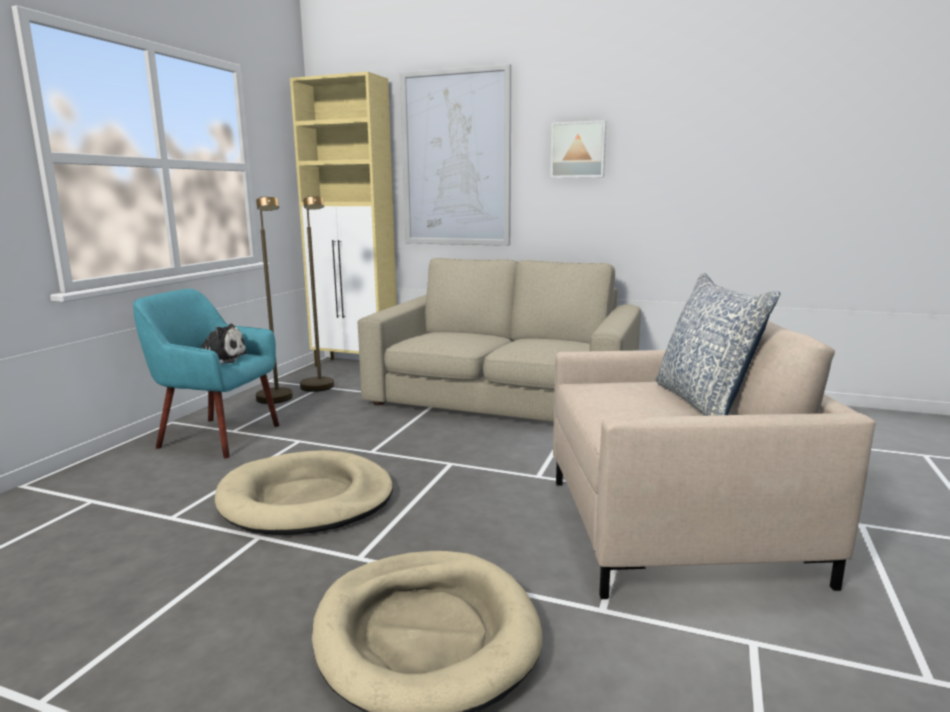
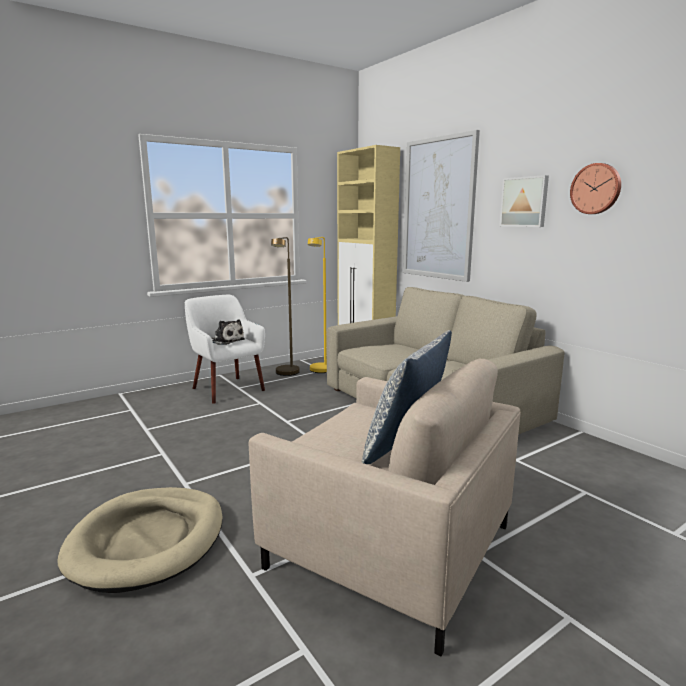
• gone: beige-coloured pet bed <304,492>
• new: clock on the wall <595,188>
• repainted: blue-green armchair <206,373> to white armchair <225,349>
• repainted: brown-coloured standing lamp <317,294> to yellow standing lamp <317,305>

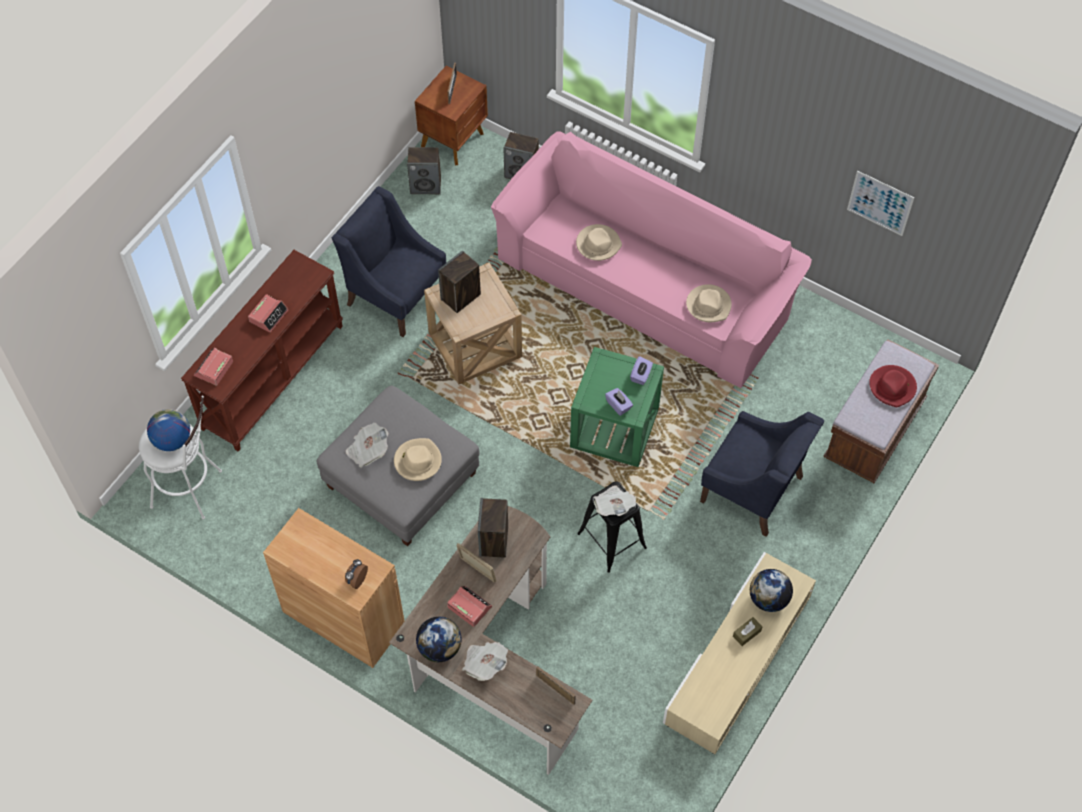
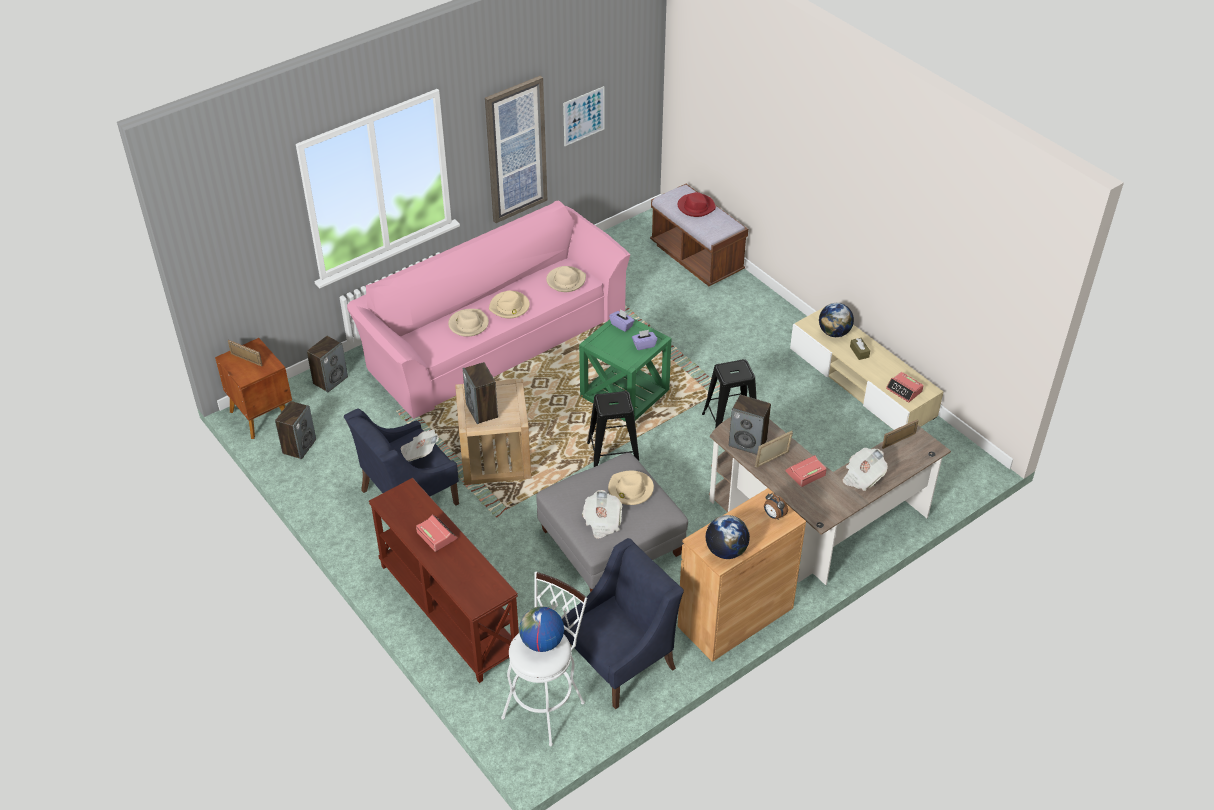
• new: wall picture <516,149>
• new: beige-coloured hat <509,305>
• new: black stool seat <613,429>
• shifted: table clock <213,366> to <905,387>
• shifted: world globe <439,639> to <728,537>
• shifted: newspaper <614,500> to <419,446>
• shifted: blue-coloured armchair <762,474> to <623,623>

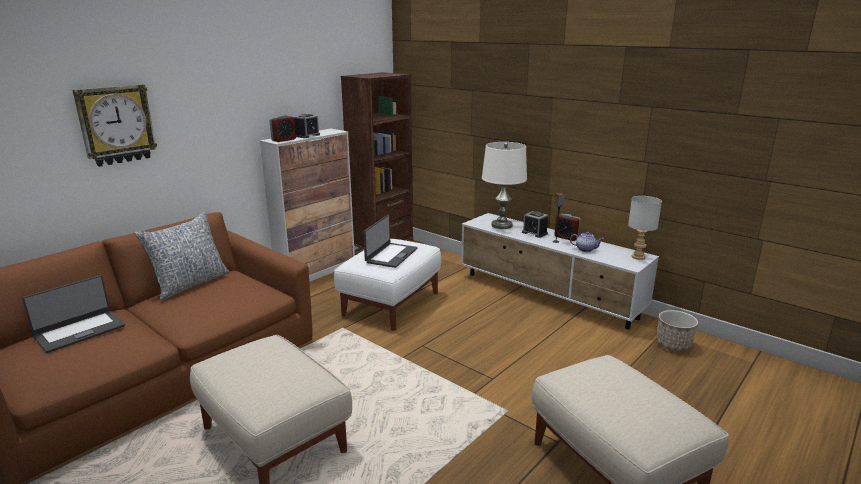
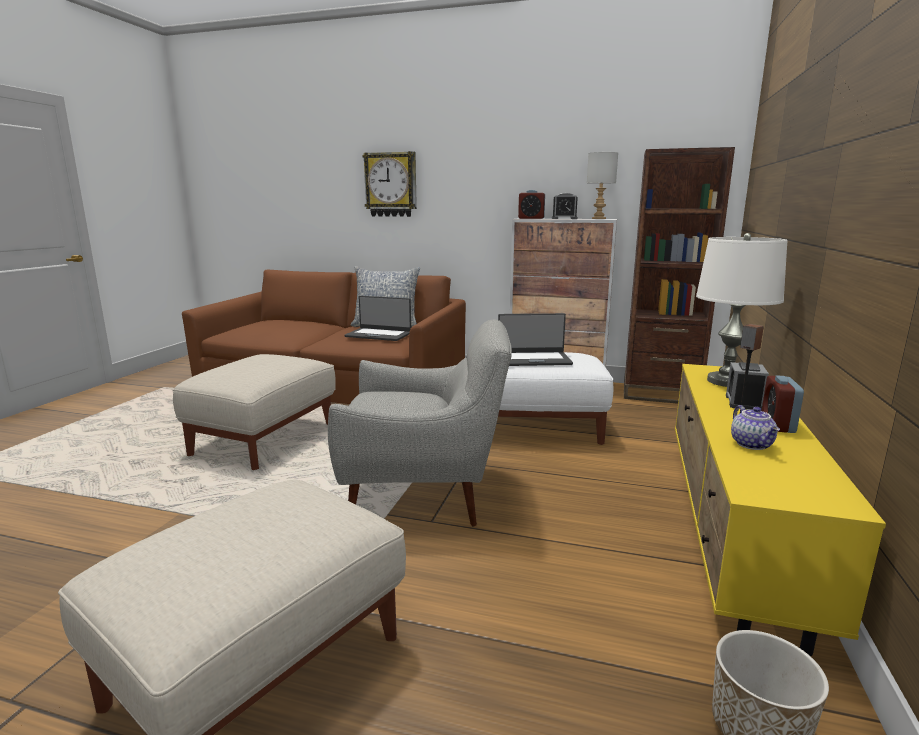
• new: grey armchair <420,423>
• shifted: laptop <73,314> to <377,318>
• shifted: grey tabletop lamp <645,228> to <602,185>
• repainted: white media console <560,271> to yellow media console <780,510>

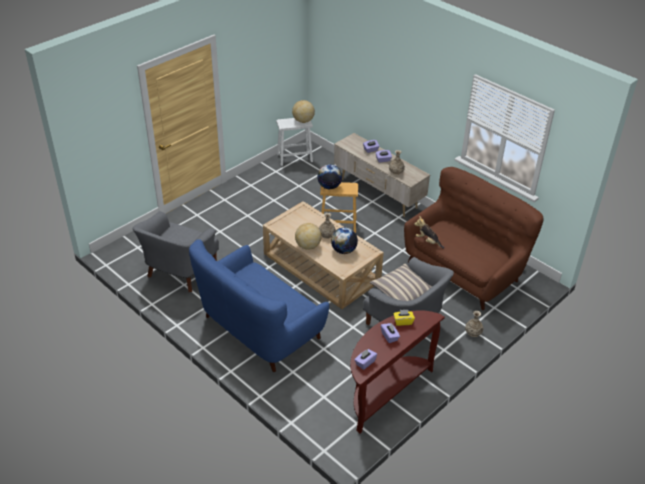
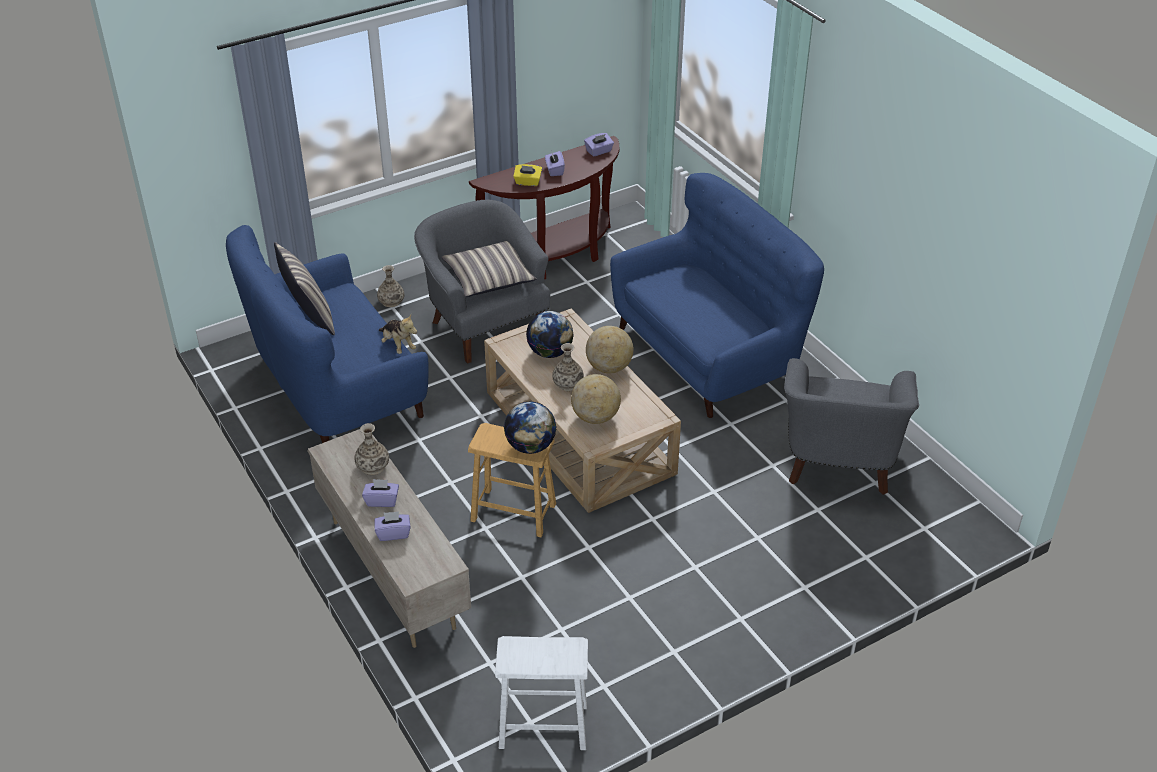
• new: cushion <304,288>
• shifted: world globe <303,111> to <596,399>
• repainted: brown-coloured couch <474,238> to blue-coloured couch <327,334>
• rotated: grey armchair <175,251> = <851,426> 150 degrees clockwise

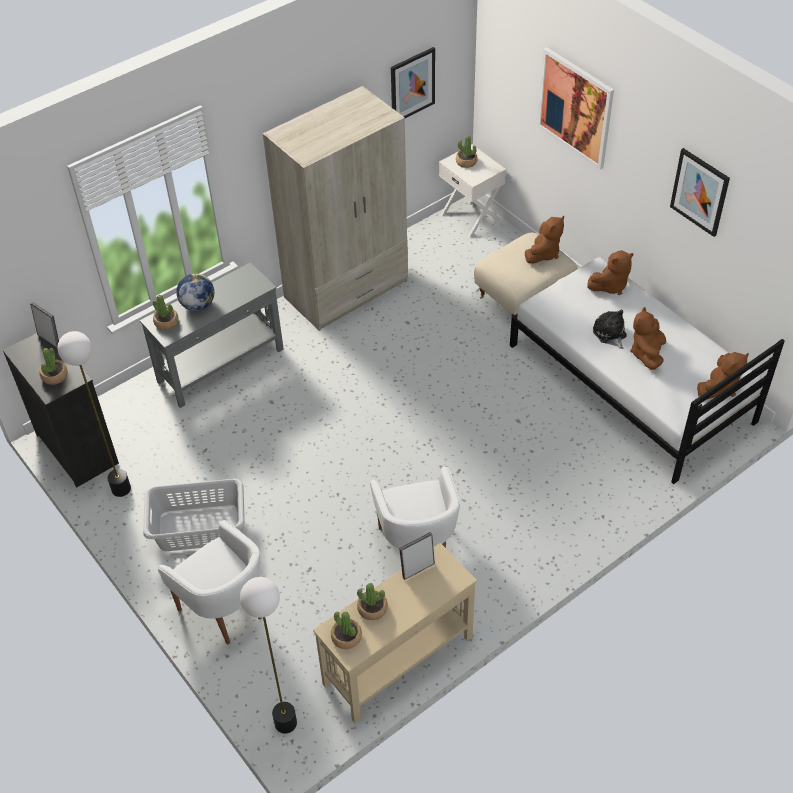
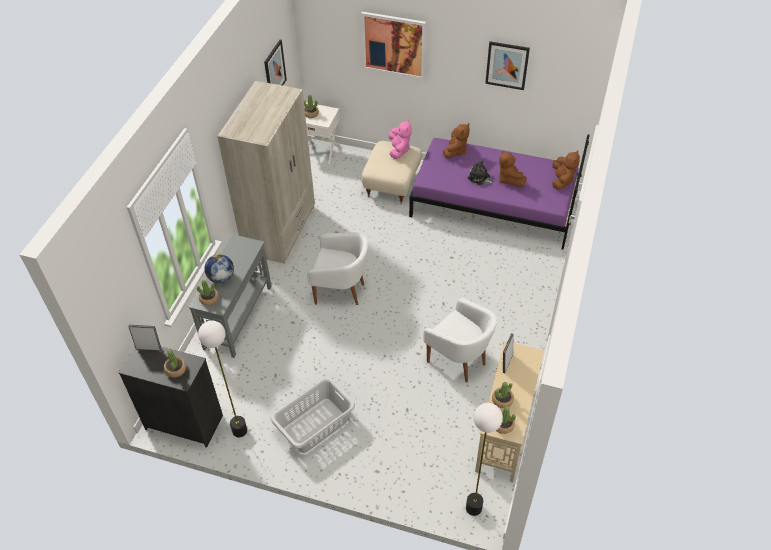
• shifted: white armchair <210,582> to <337,269>
• repainted: white sleeping bed <647,370> to purplish sleeping bed <499,192>
• repainted: brown-coloured soft toy <544,239> to pinkish soft toy <400,139>

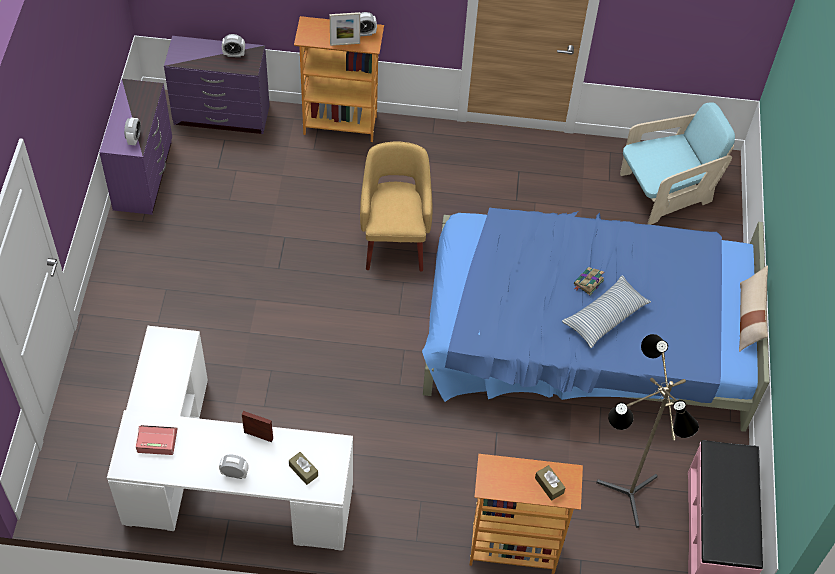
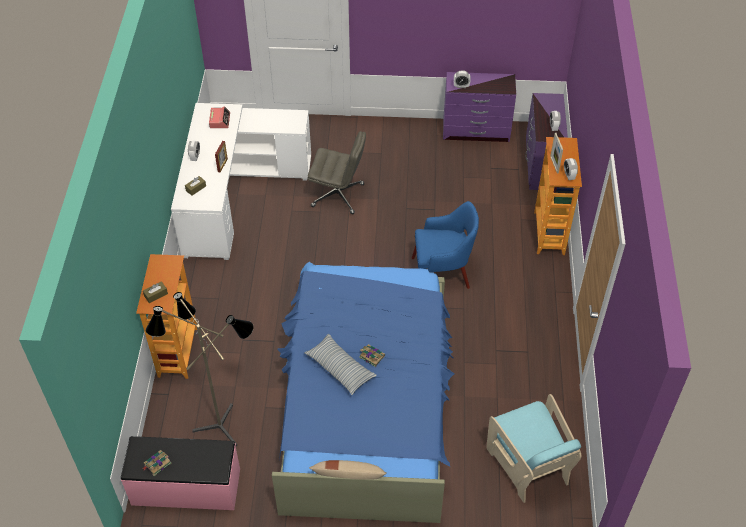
• new: book <156,463>
• new: grey computer chair <337,172>
• repainted: yellow armchair <396,206> to blue-coloured armchair <445,245>

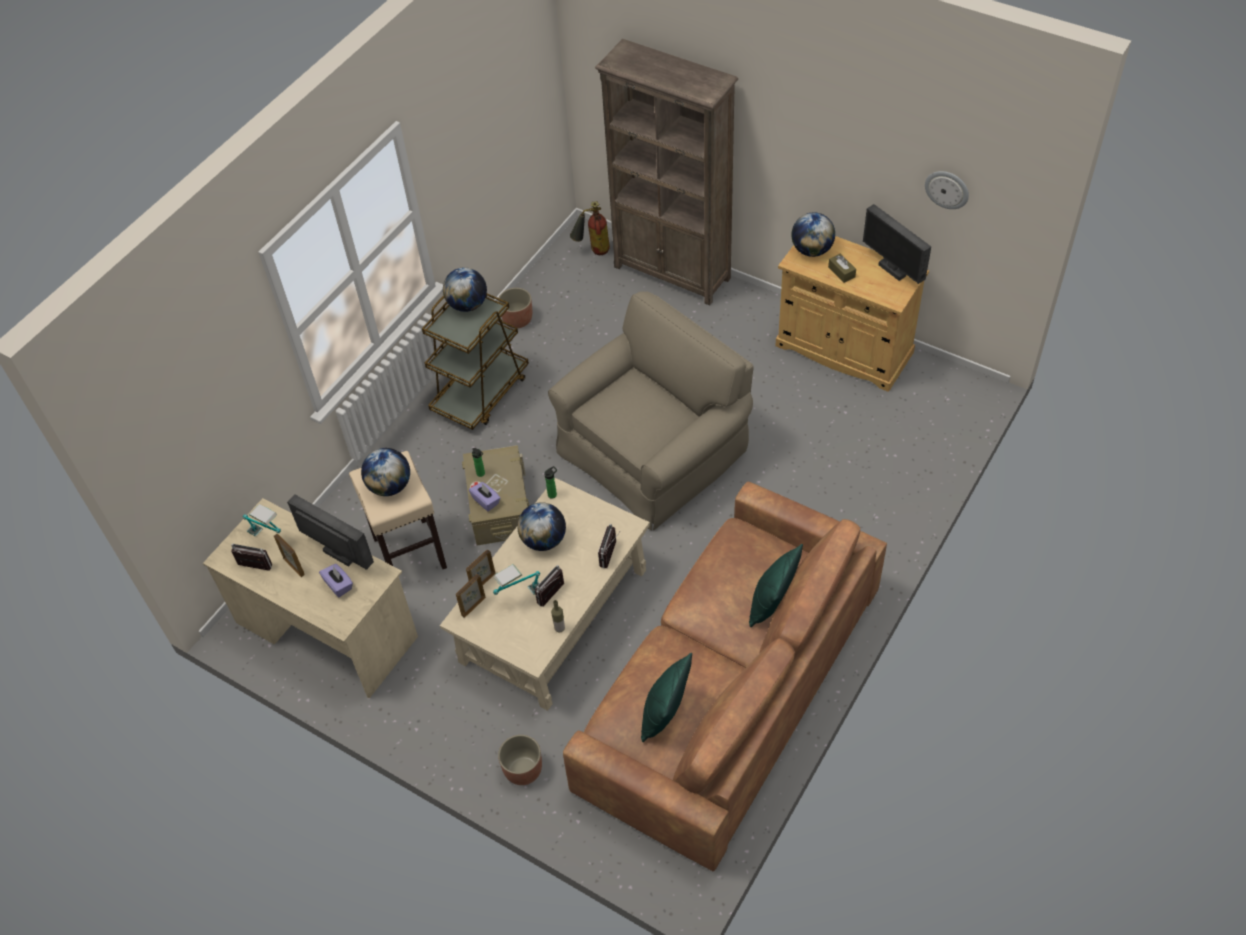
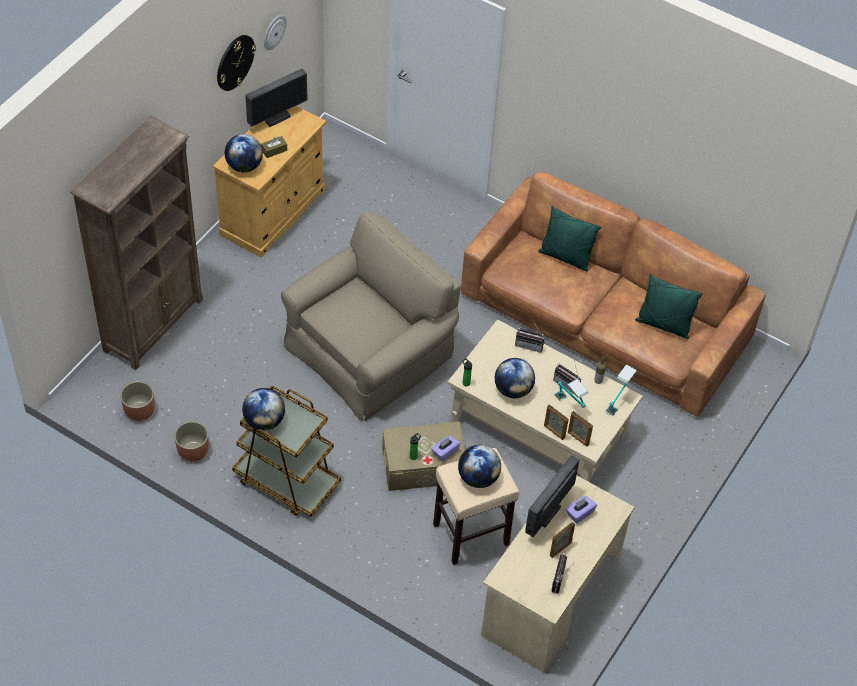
• gone: extinguisher <590,228>
• new: clock on the wall <236,63>
• shifted: tabletop lamp <262,520> to <621,390>
• shifted: plant pot <520,760> to <137,401>
• rotated: beige-coloured armchair <651,411> = <371,316> 90 degrees clockwise

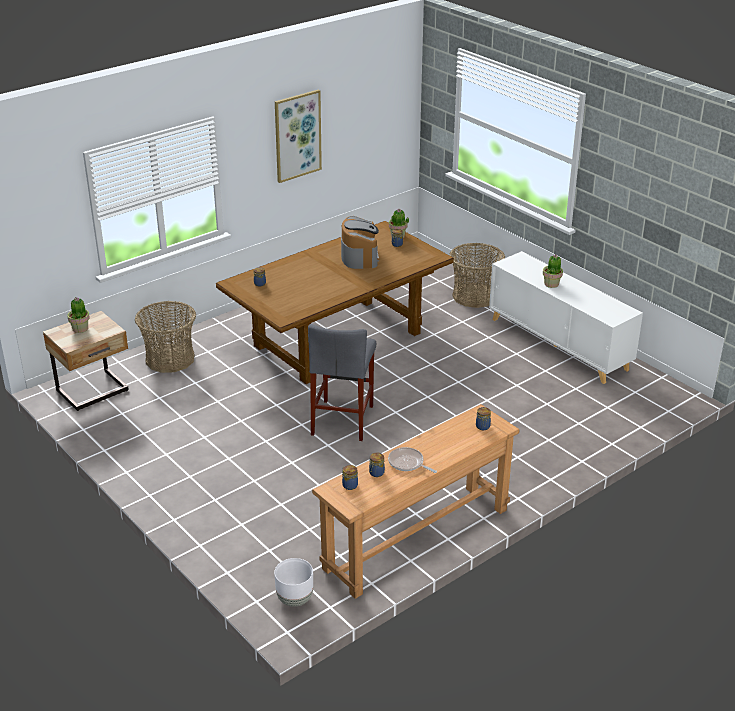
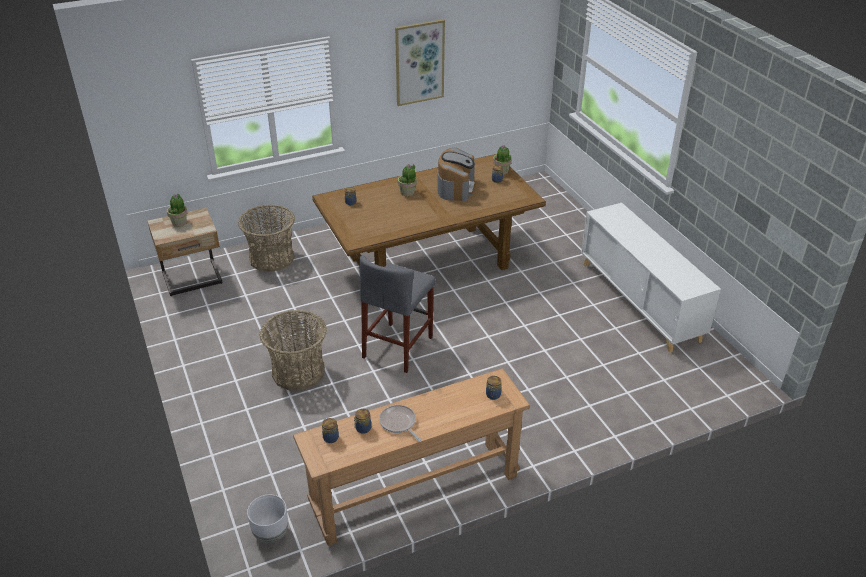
• shifted: basket <477,275> to <293,350>
• shifted: plant in a pot <553,271> to <407,180>

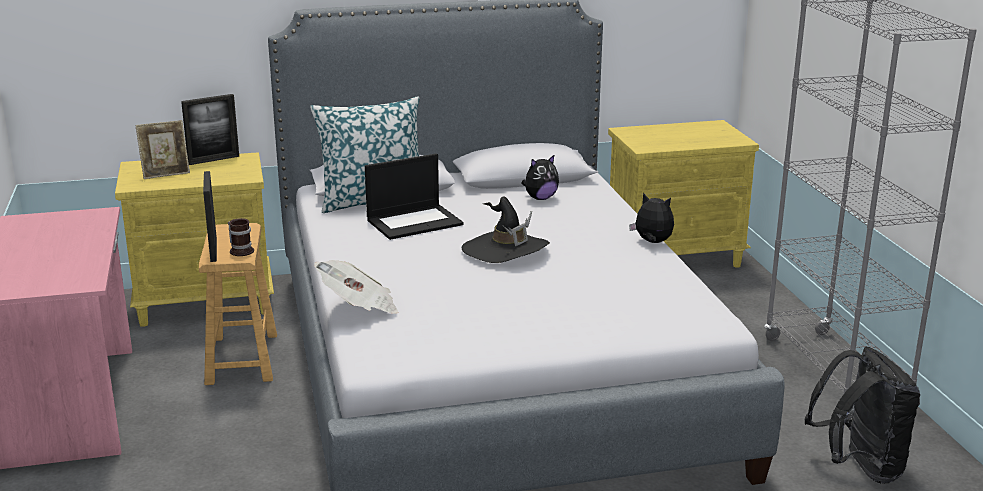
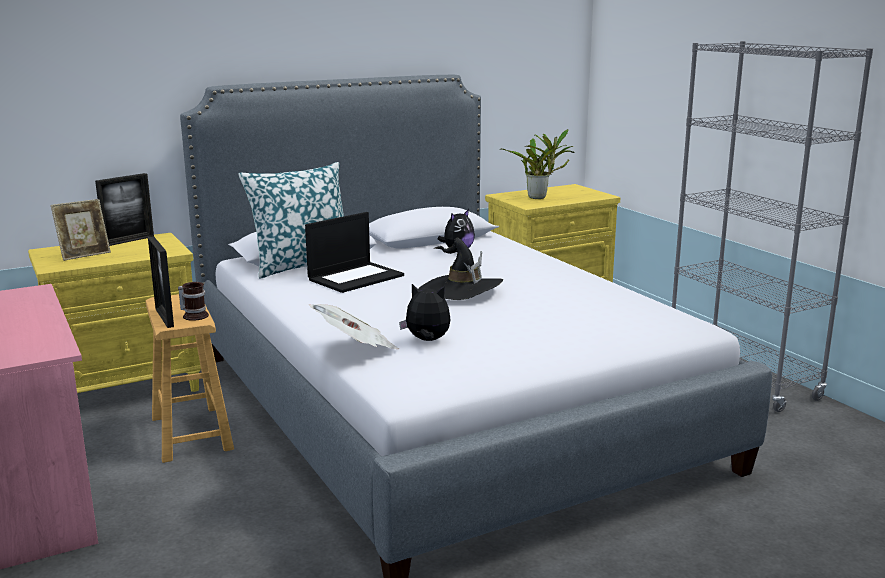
• gone: black knapsack <862,415>
• new: plant in a pot <538,164>
• shifted: soft toy <651,218> to <424,312>

